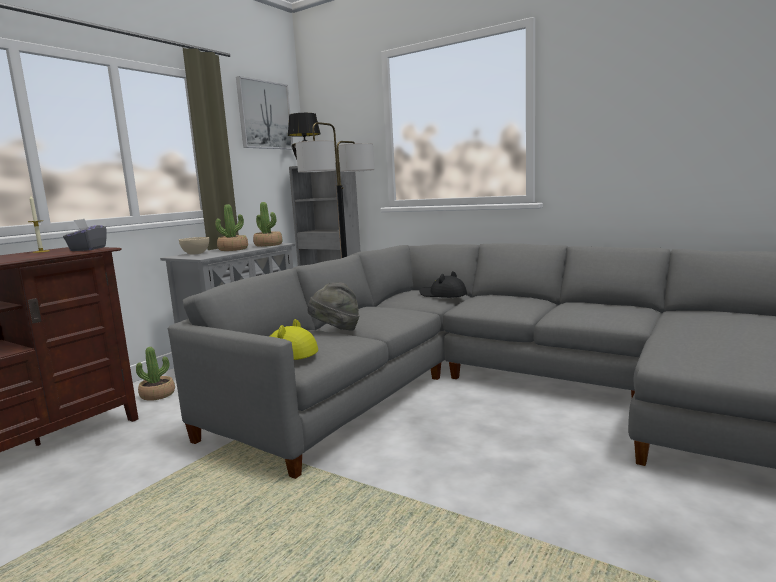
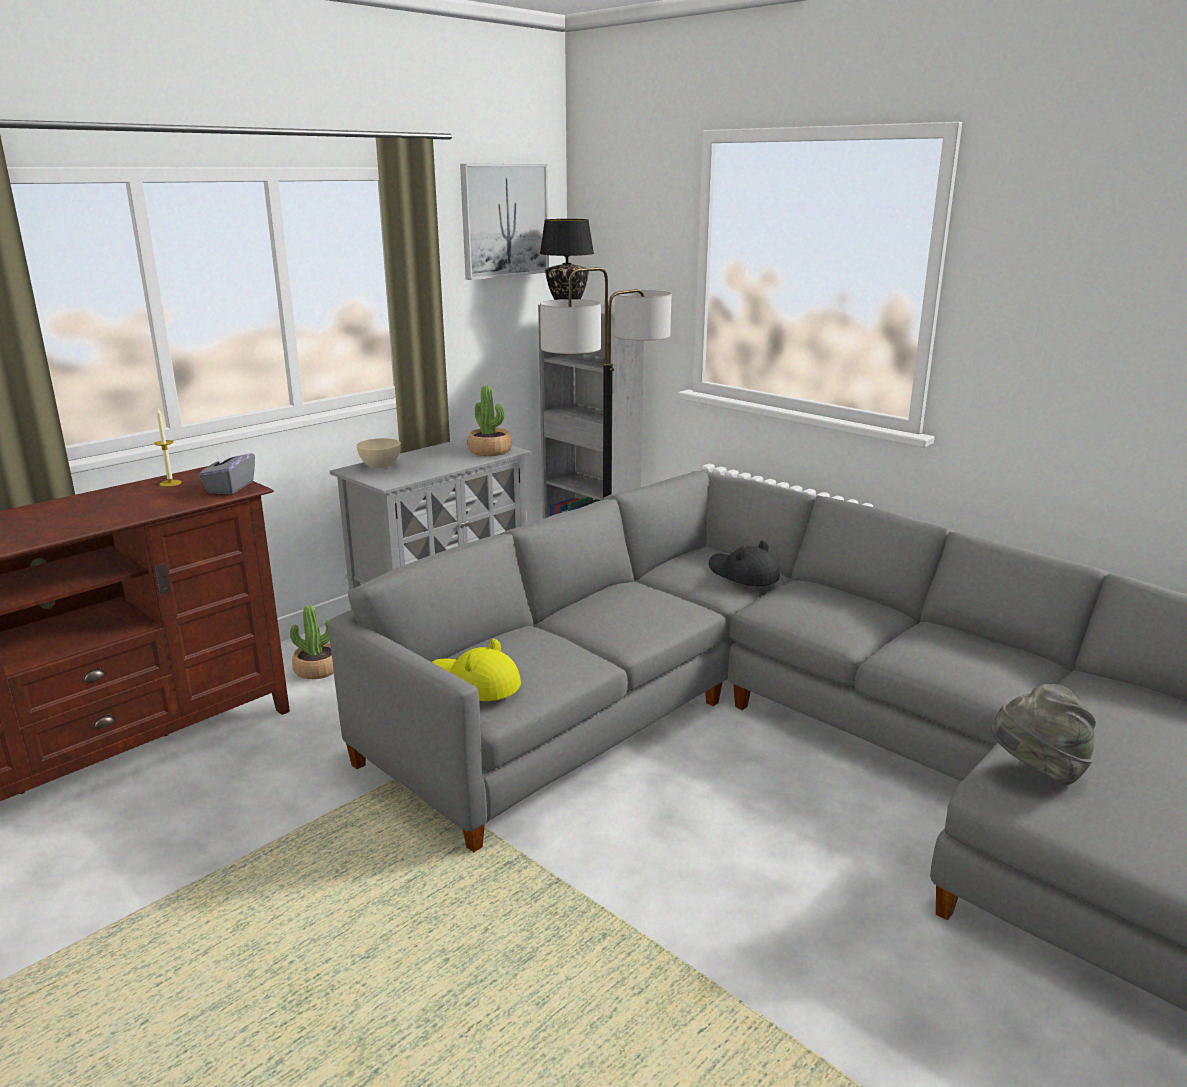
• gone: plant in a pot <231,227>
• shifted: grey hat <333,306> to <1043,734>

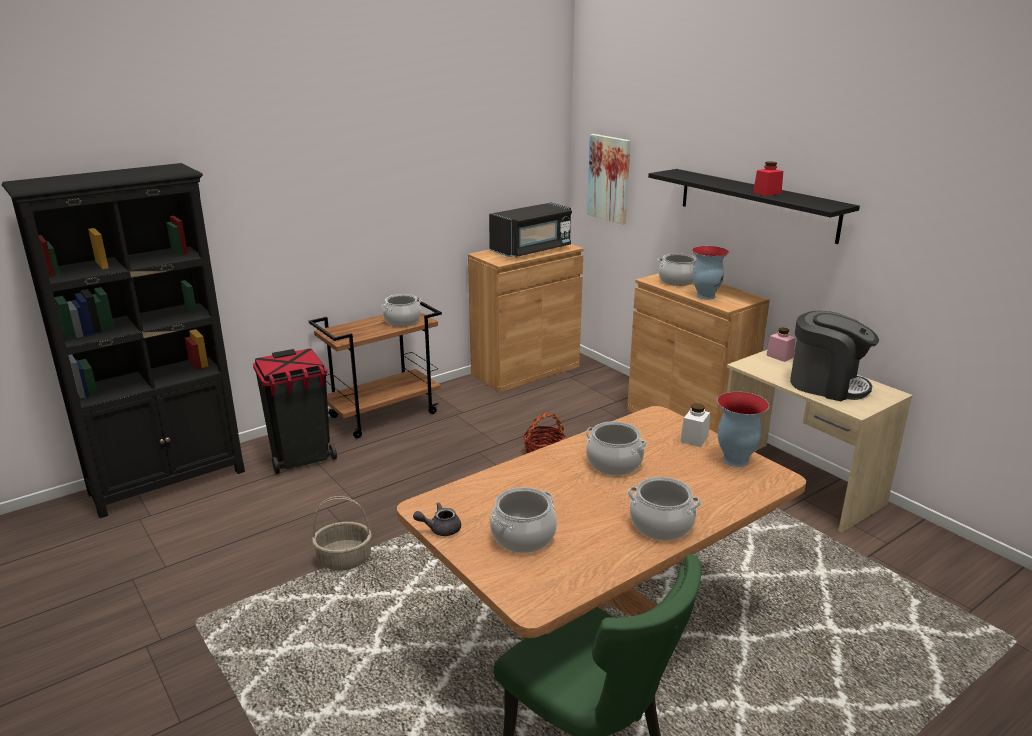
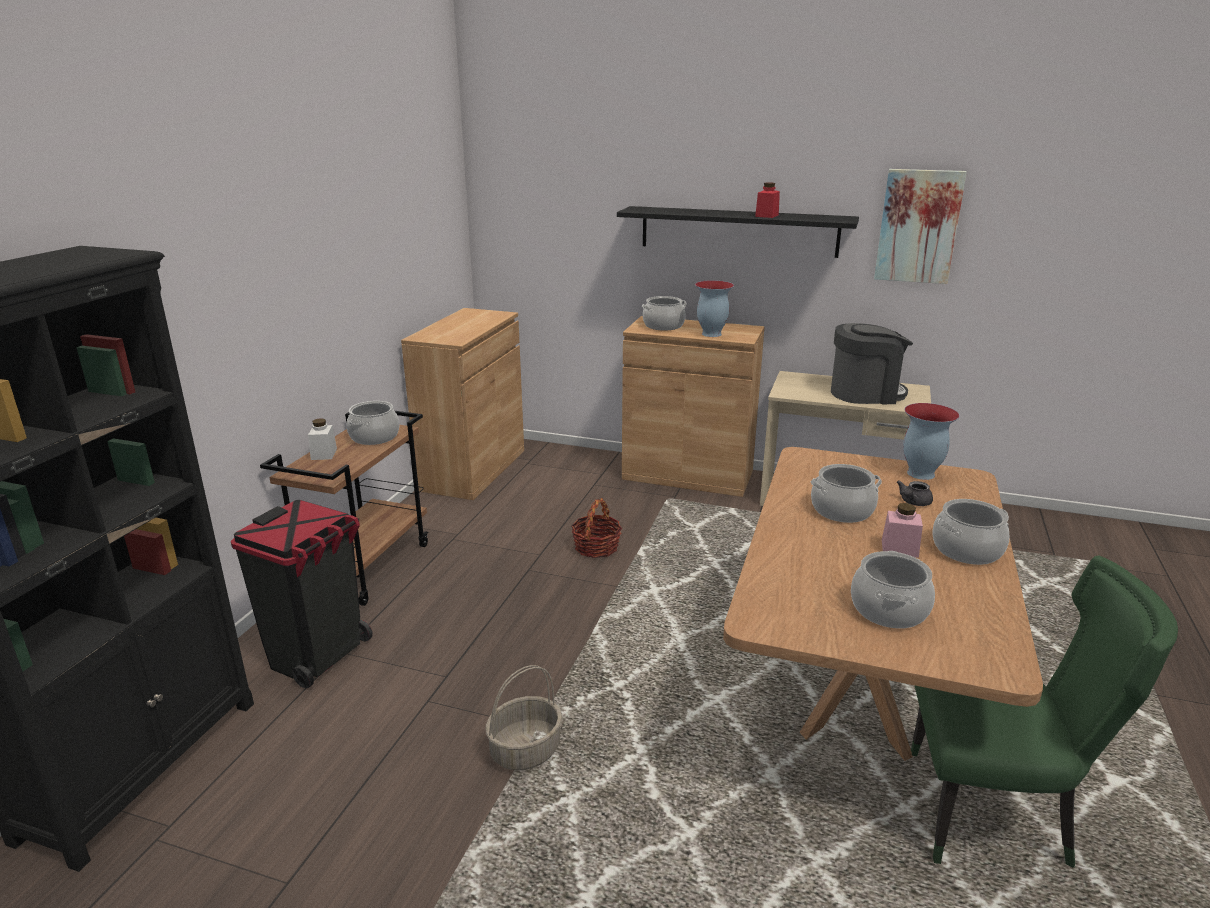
• gone: black microwave <530,229>
• shifted: grey pot for tea <437,519> to <915,493>
• shifted: wall picture <609,179> to <920,226>
• shifted: white storage jar <695,425> to <322,439>
• shifted: pinkish storage jar <781,344> to <902,530>

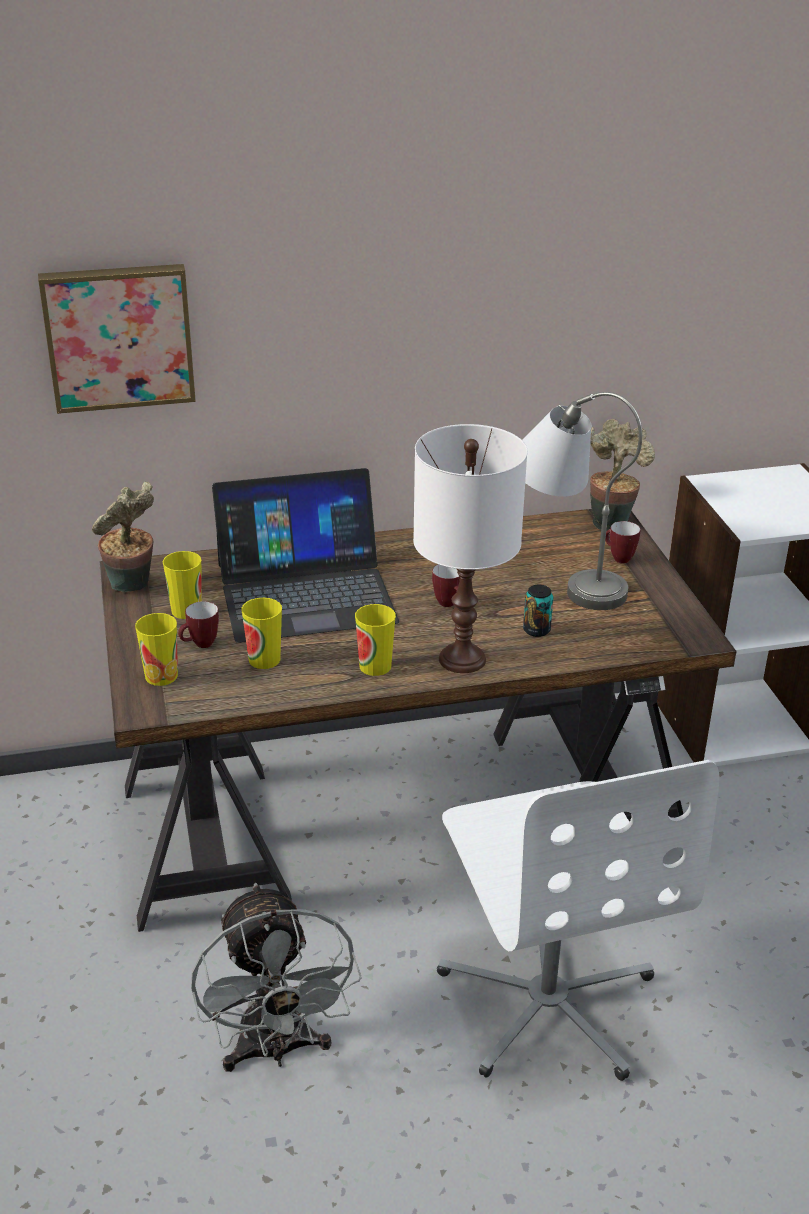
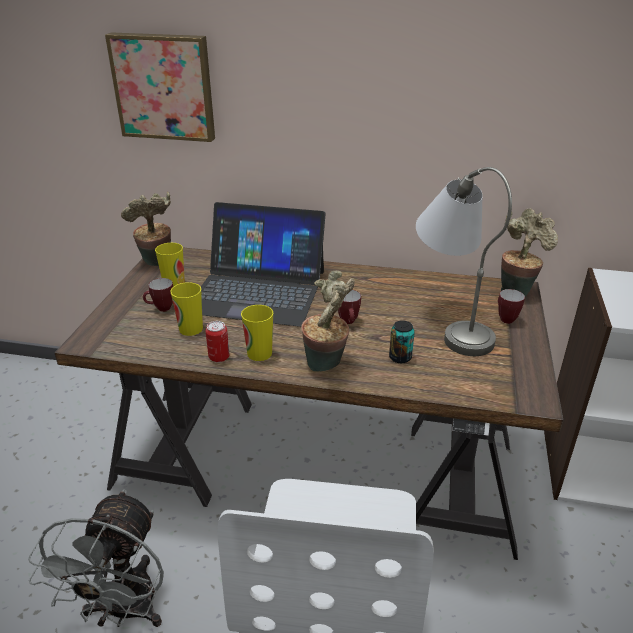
• gone: small cup <156,649>
• new: sealed can <217,342>
• swapped: white tabletop lamp <470,548> to plant in a pot <328,321>

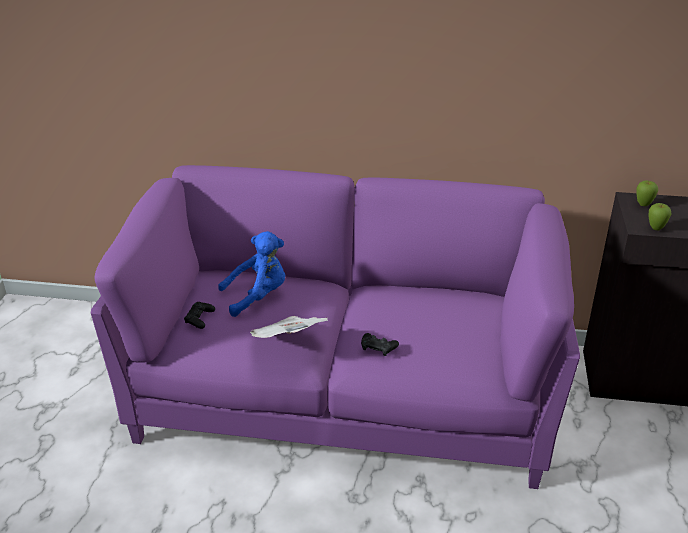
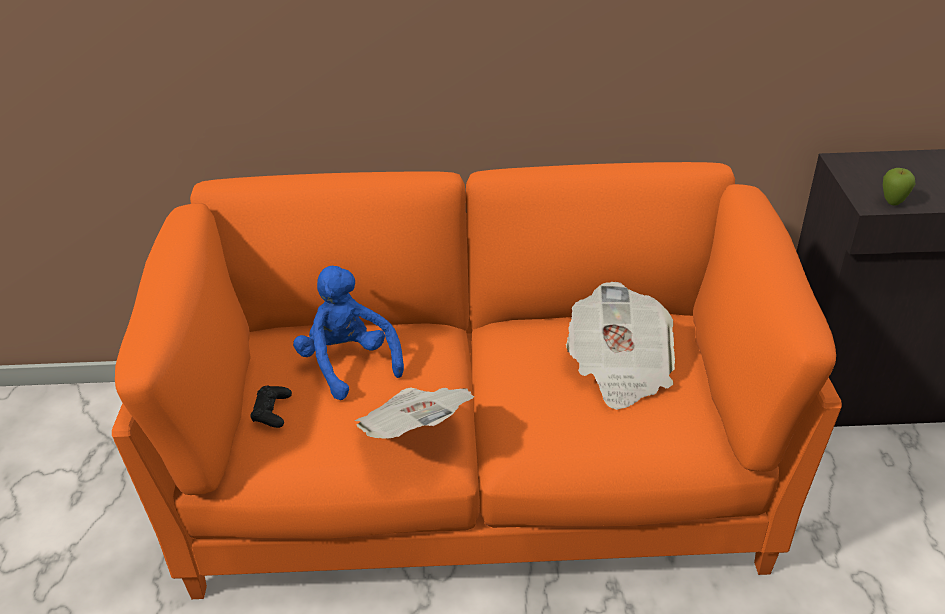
• gone: black joypad <380,344>
• gone: apple fruit <647,193>
• new: newspaper <620,346>
• repainted: purplish couch <335,327> to orange couch <477,380>
• rotated: blue-coloured soft toy <251,274> = <348,333> 90 degrees counterclockwise

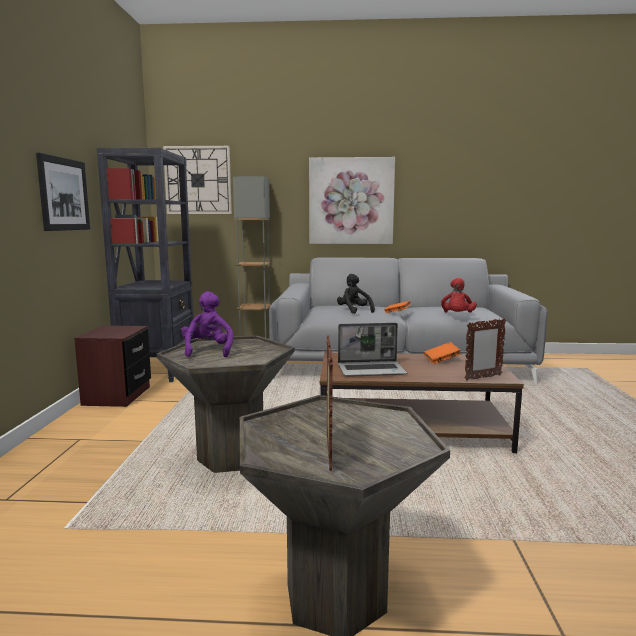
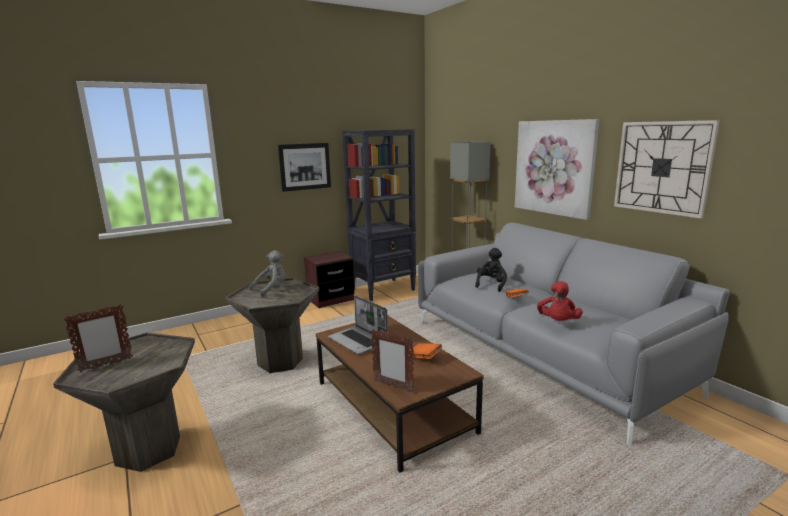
• shifted: clock on the wall <197,180> to <667,169>
• repainted: purplish soft toy <207,324> to grey soft toy <267,273>
• rotated: red-coloured soft toy <459,295> = <560,301> 60 degrees counterclockwise

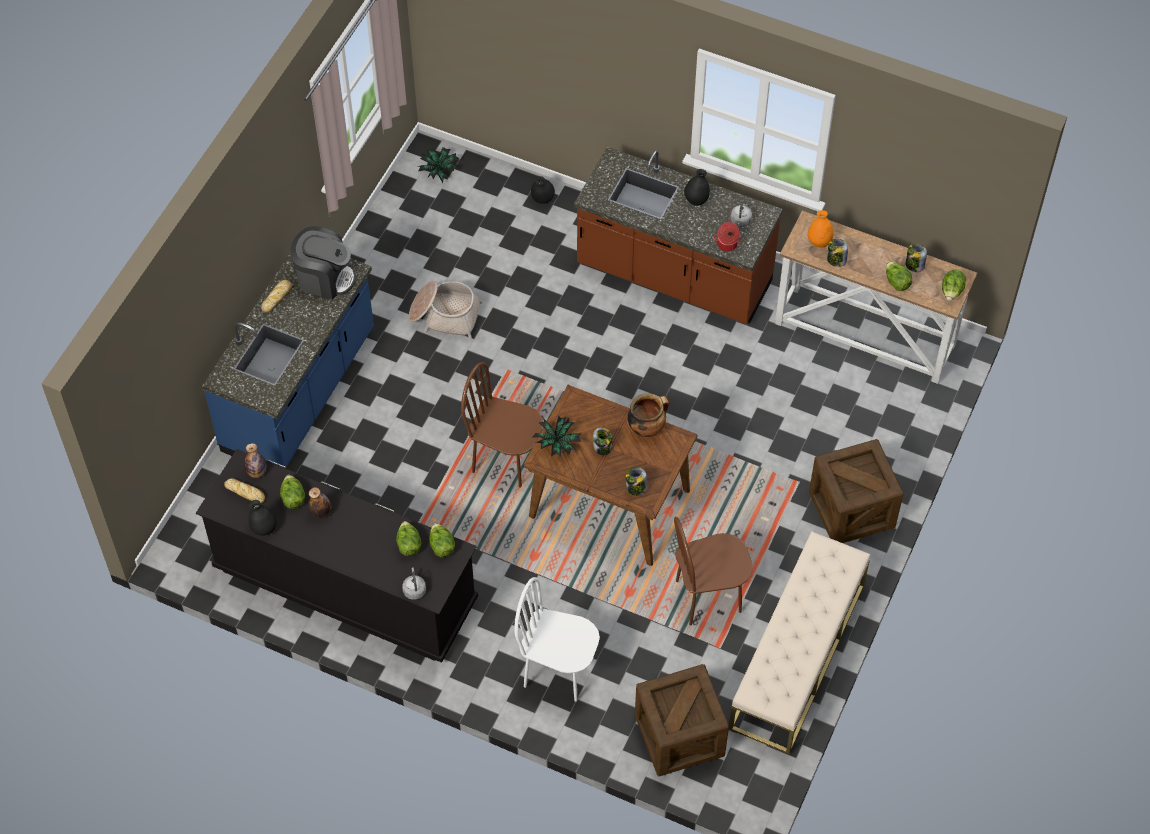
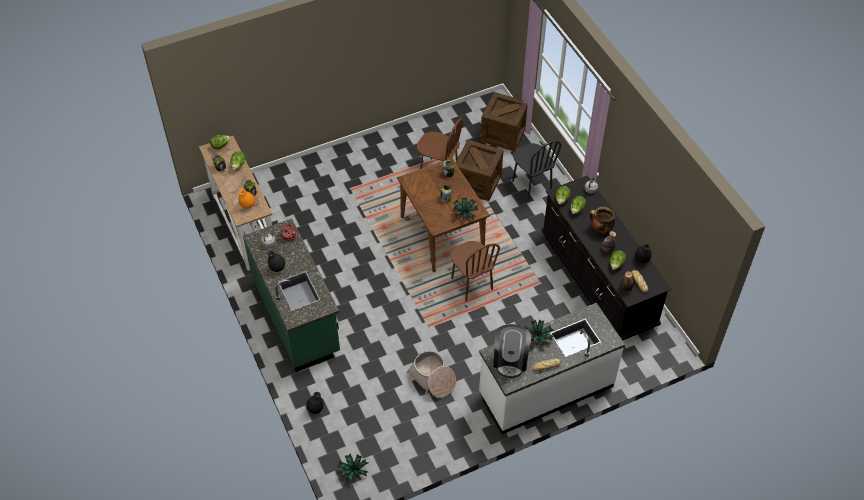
• gone: beige-coloured indoor bench <800,642>
• new: plant in a pot <539,332>
• shifted: stockpot <648,415> to <602,220>
• shifted: packing crate <856,491> to <479,170>
• repainted: blue-coloured counter <288,360> to white counter <552,368>
• repainted: white chair <557,639> to black chair <536,170>
• repainted: brown-coloured counter <678,235> to green counter <291,295>
• rotated: coffee brewer <323,263> = <512,351> 135 degrees counterclockwise

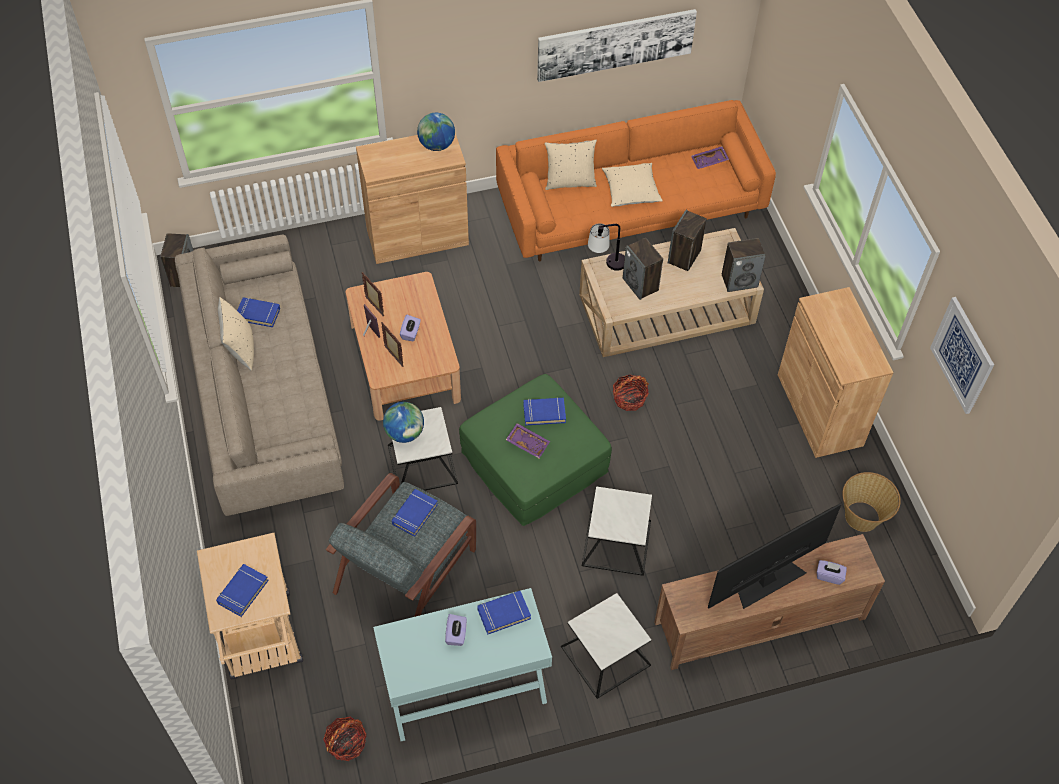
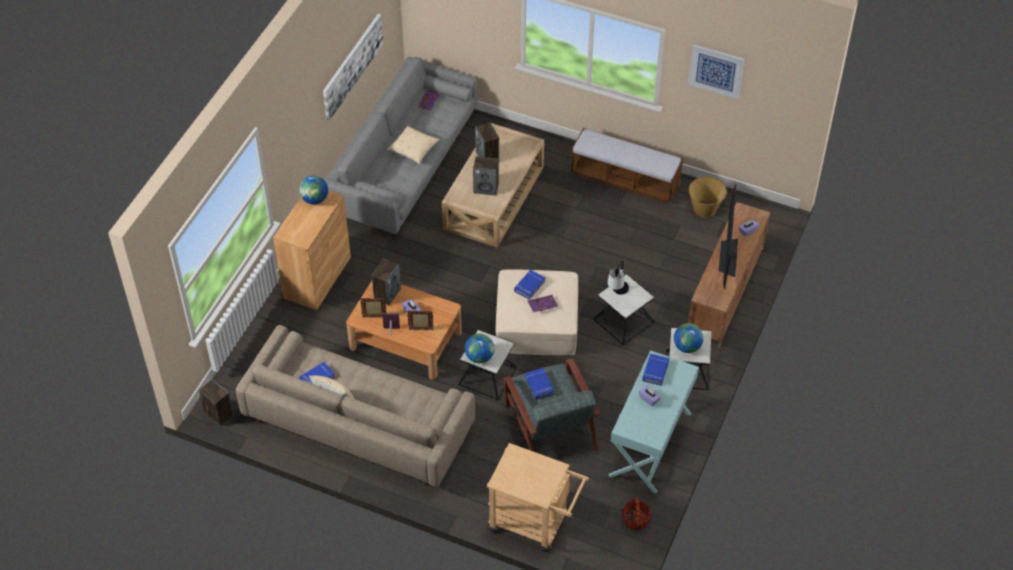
• gone: blue-coloured book <242,590>
• gone: beige-coloured cushion <571,165>
• gone: basket <631,392>
• new: world globe <689,338>
• shifted: tabletop lamp <606,247> to <618,277>
• shifted: audio speaker <744,265> to <386,282>
• swapped: brown-coloured storage cabinet <836,372> to indoor bench <627,165>
• repainted: green pouffe <535,450> to beige-coloured pouffe <537,312>
• repainted: orange couch <636,181> to grey couch <401,145>

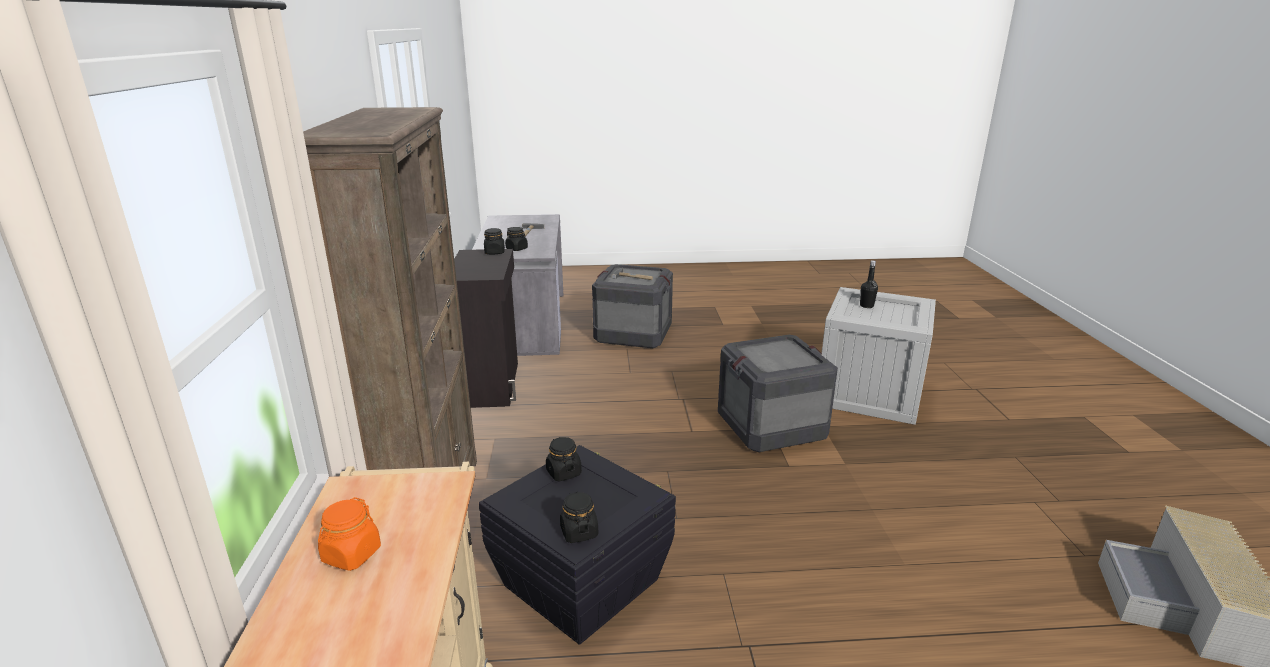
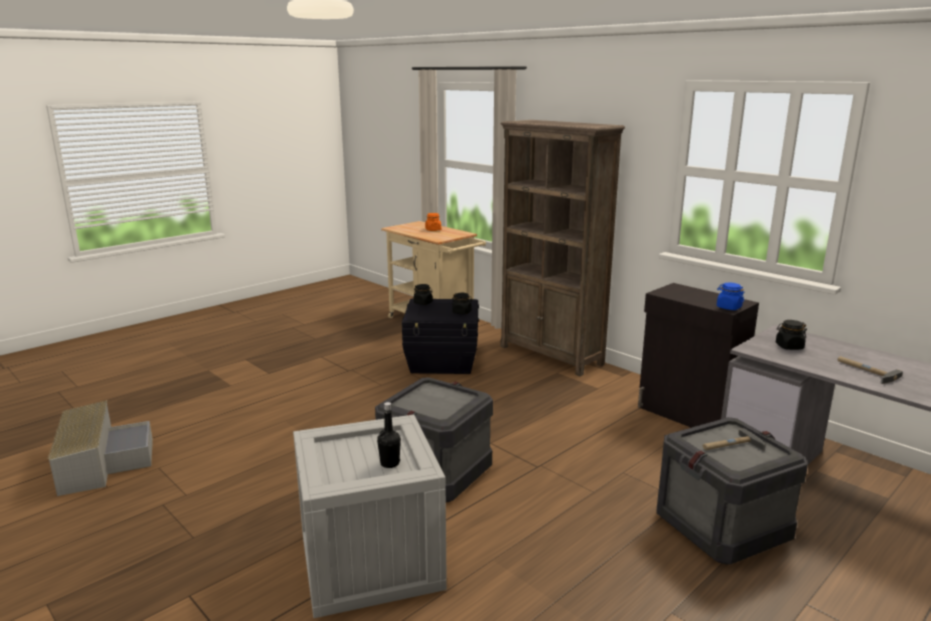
• repainted: black storage jar <494,241> to blue-coloured storage jar <731,296>

